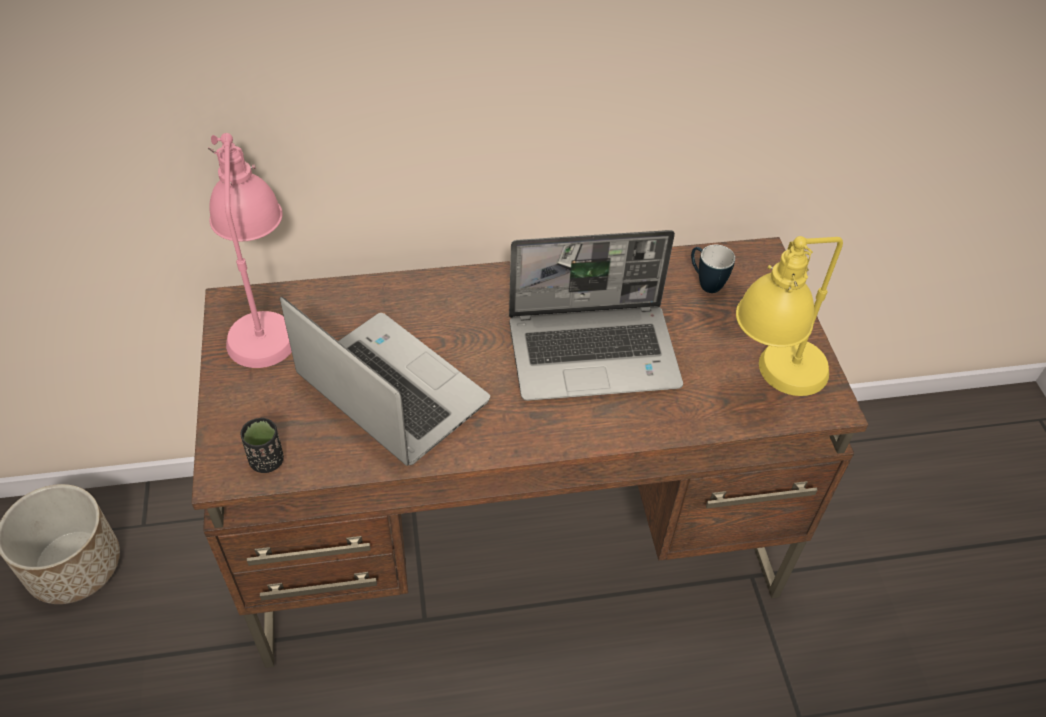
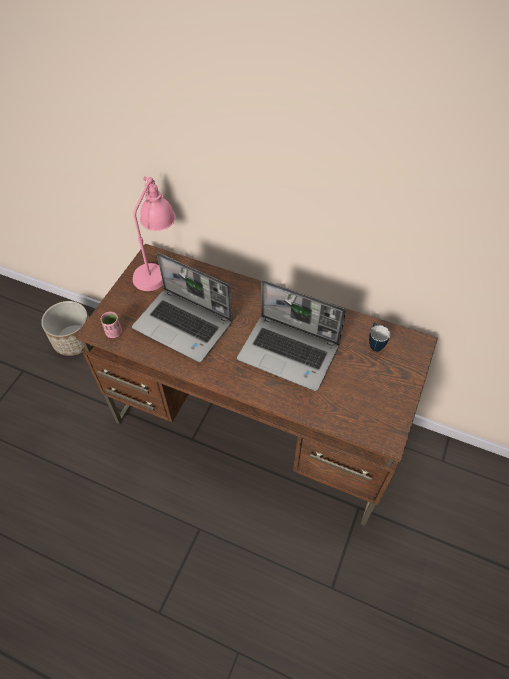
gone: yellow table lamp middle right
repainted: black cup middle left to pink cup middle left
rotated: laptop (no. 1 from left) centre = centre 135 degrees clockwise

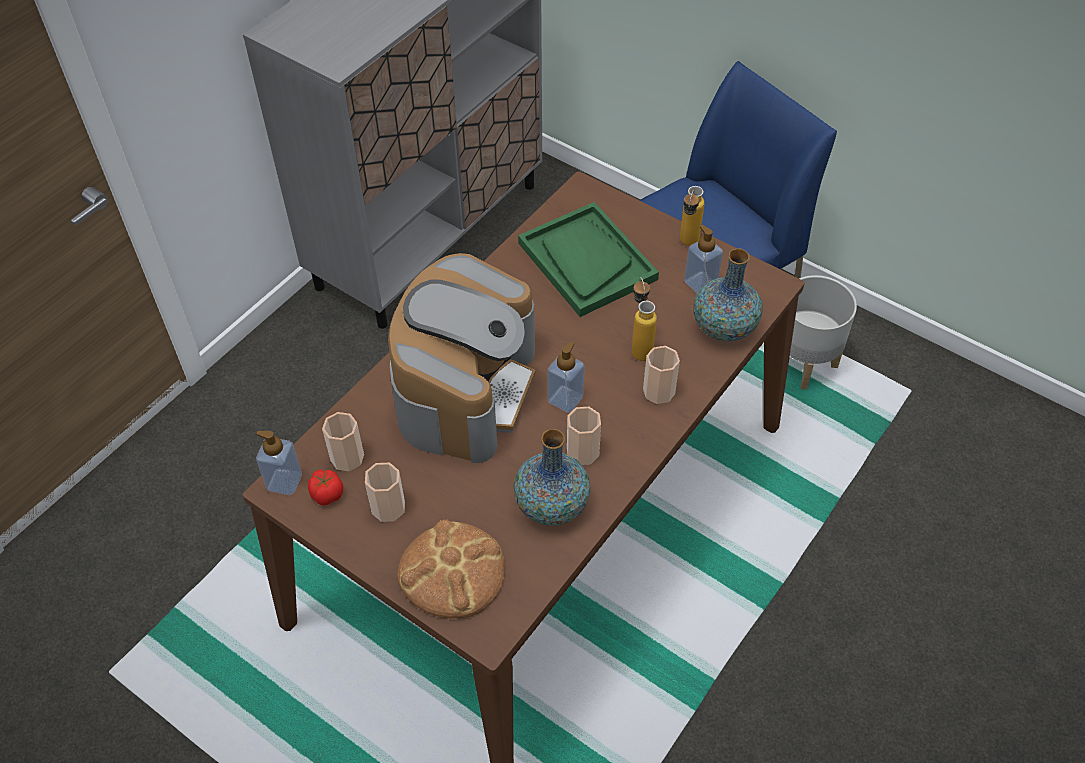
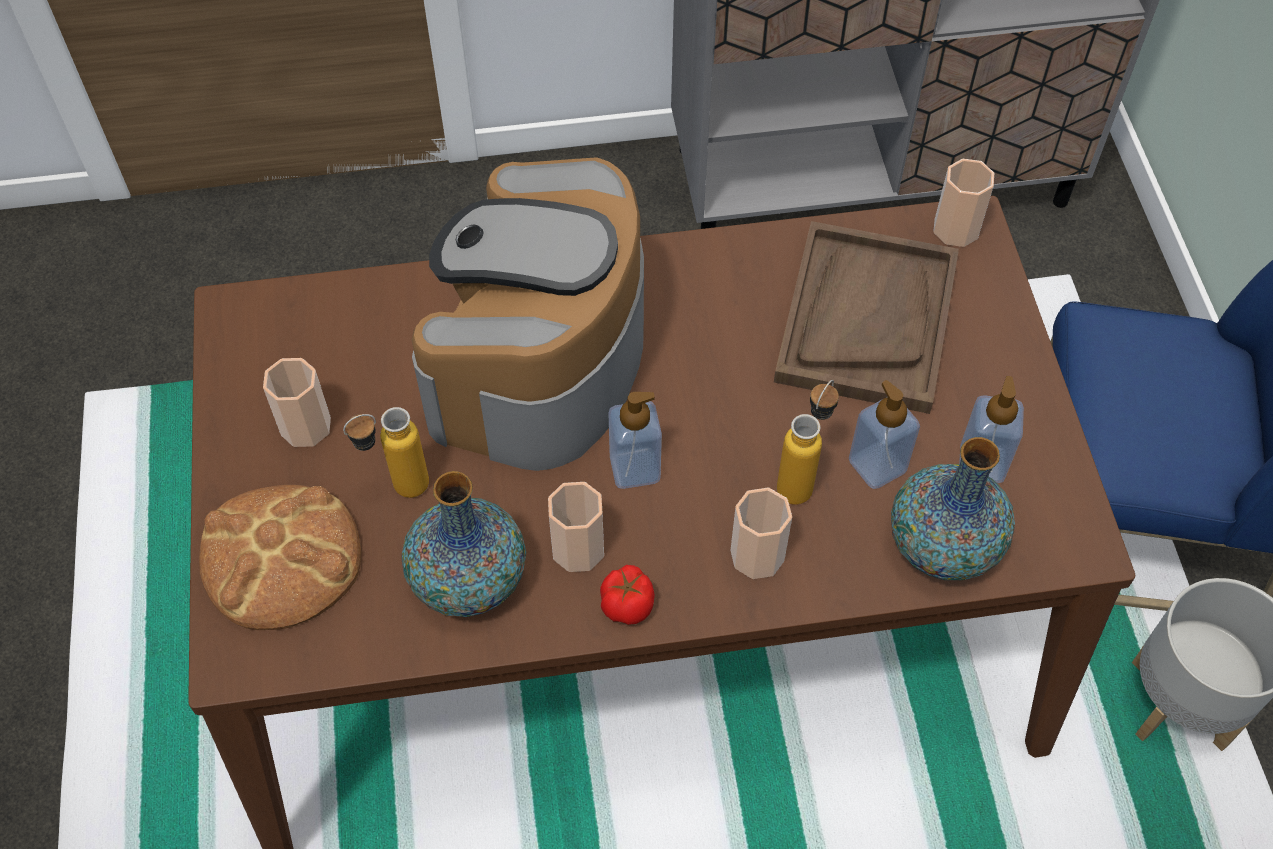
shifted: soap dispenser (no. 1 from left in the first image) middle left to soap dispenser (no. 2 from left) middle right; tomato middle left to bottom centre; cup (no. 1 from left in the first image) middle left to cup (no. 4 from left) top right; bottle (no. 2 from left in the first image) top centre to bottle (no. 1 from left) middle left
repainted: green tray centre to brown tray middle right
rotated: coffee machine centre = centre 135 degrees clockwise

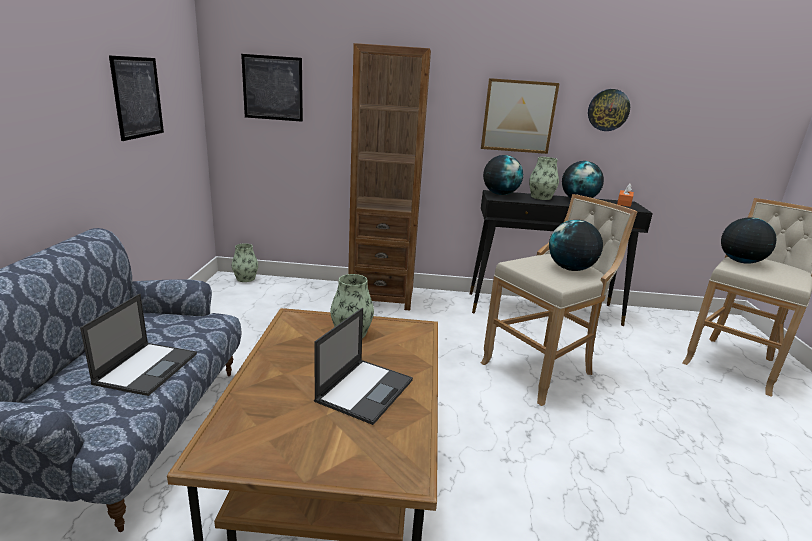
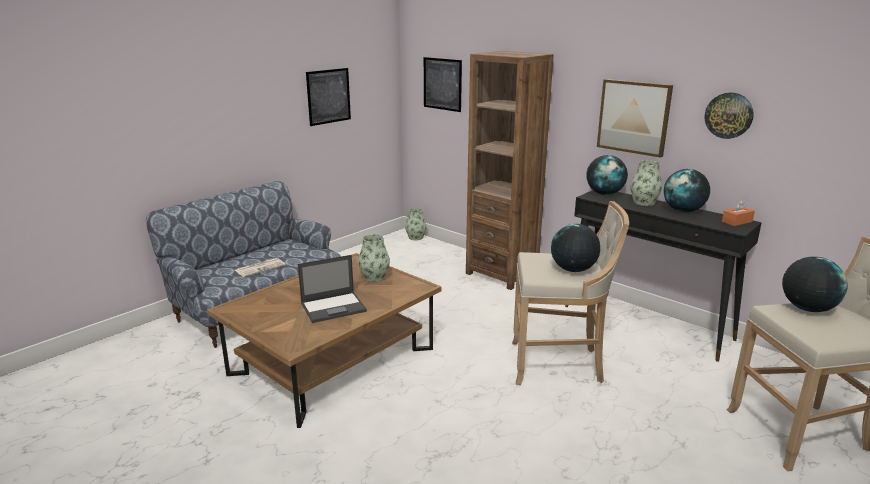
swapped: laptop (no. 1 from left) middle left to newspaper middle left

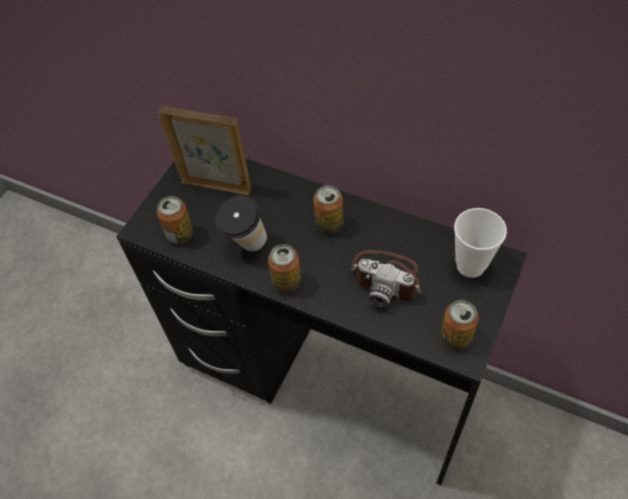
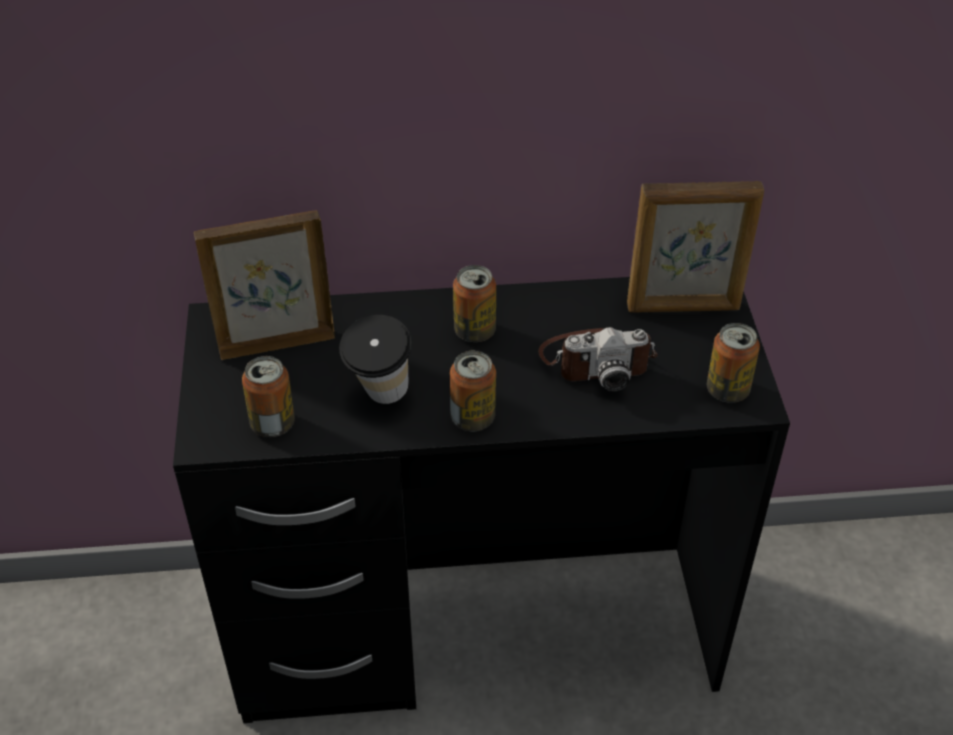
swapped: cup (no. 2 from left) middle right to picture frame (no. 2 from left) middle right

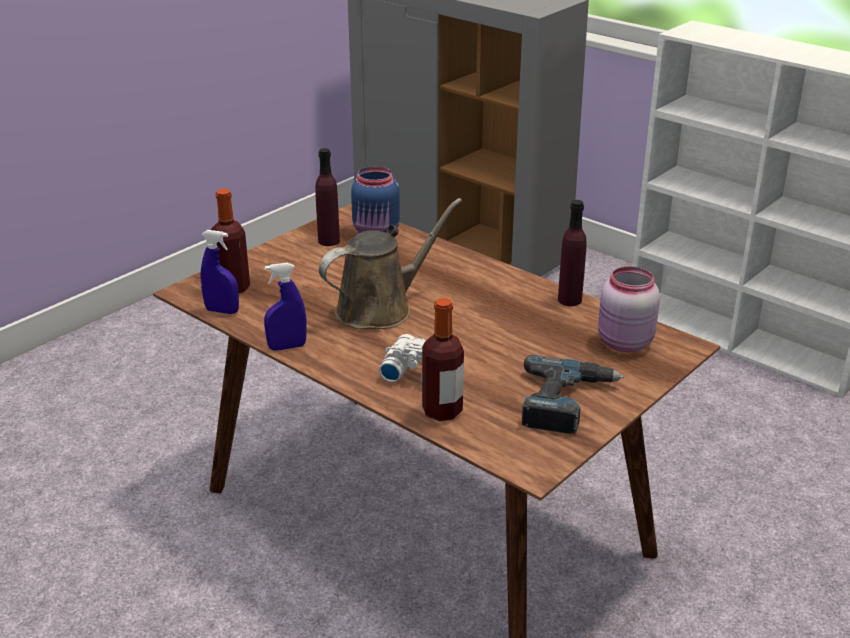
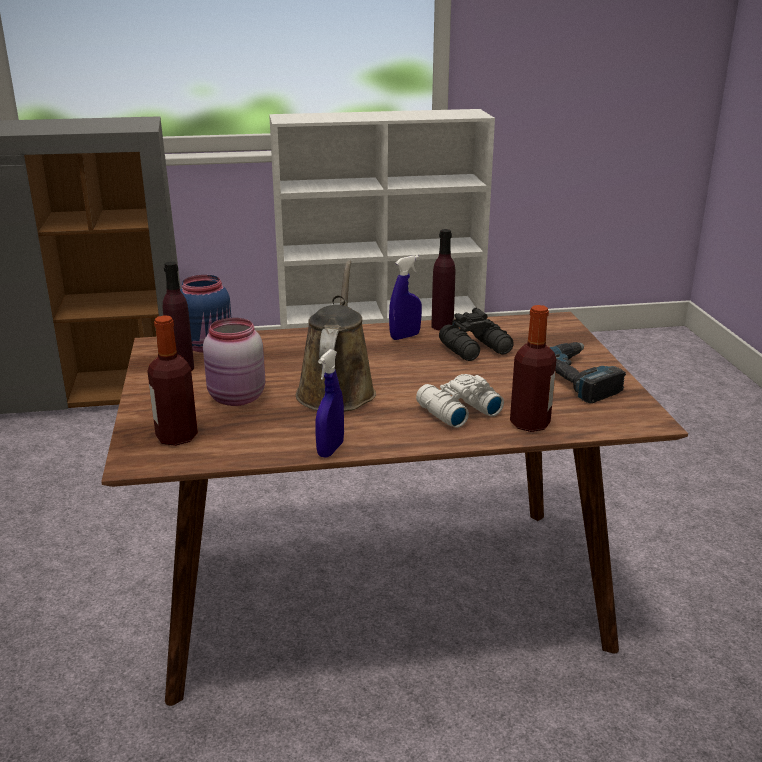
new: black binoculars centre
shifted: blue spray bottle (no. 1 from left in the first image) middle left to blue spray bottle (no. 2 from left) centre; pink jar middle right to middle left

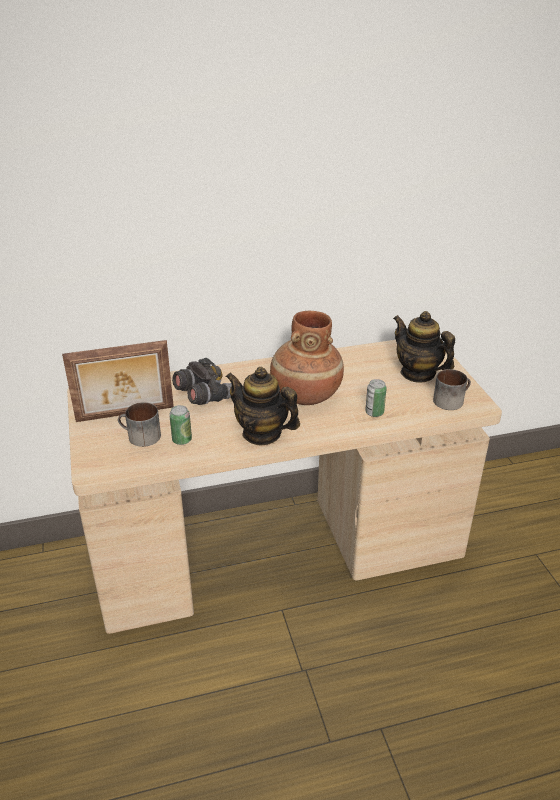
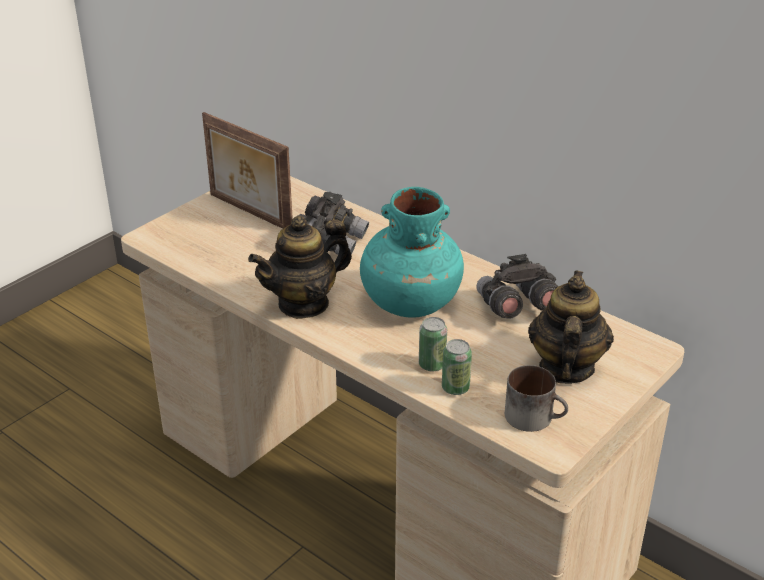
gone: mug (no. 1 from left) middle left
new: grey binoculars (no. 2 from left) middle right
shifted: can (no. 1 from left in the first image) middle left to can (no. 2 from left) centre
repainted: brown vase centre to turquoise vase centre
rotated: teapot (no. 1 from left) centre = centre 120 degrees counterclockwise

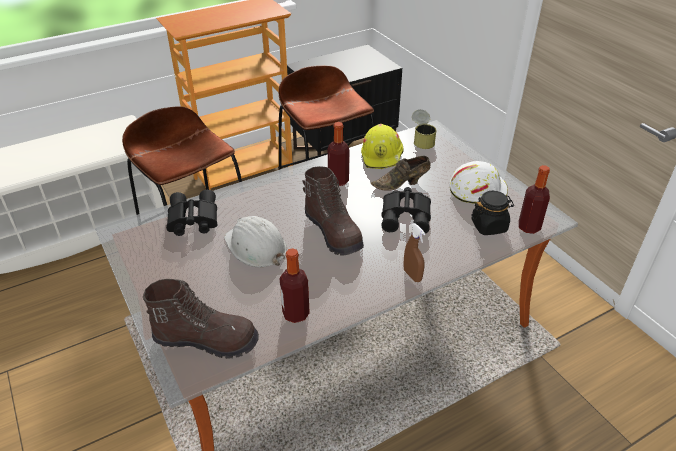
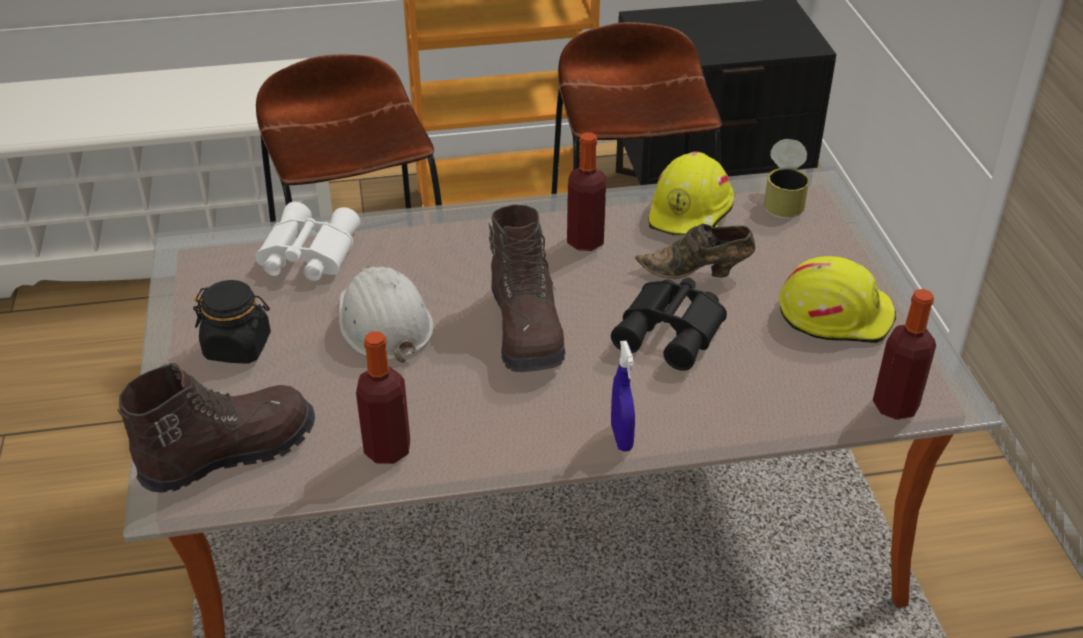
shifted: black jar middle right to middle left
repainted: black binoculars (no. 1 from left) middle left to white binoculars middle left; brown spray bottle centre to blue spray bottle centre; white hard hat (no. 2 from left) middle right to yellow hard hat (no. 2 from left) middle right
rotated: brown boot (no. 1 from left) bottom left = bottom left 60 degrees counterclockwise

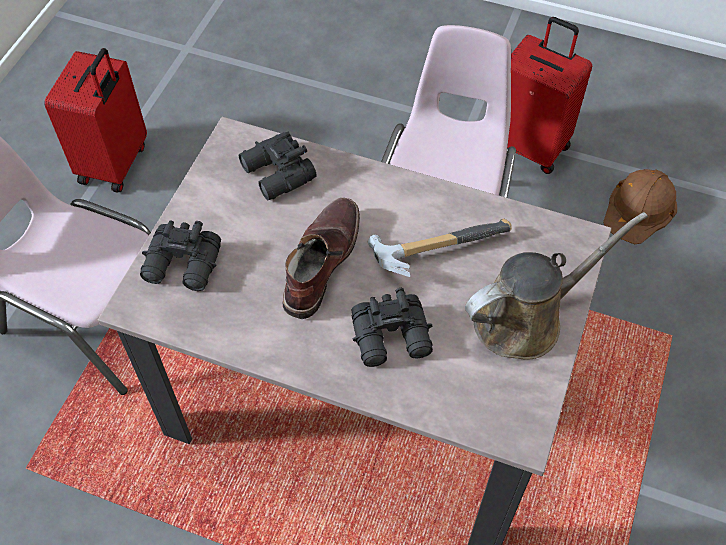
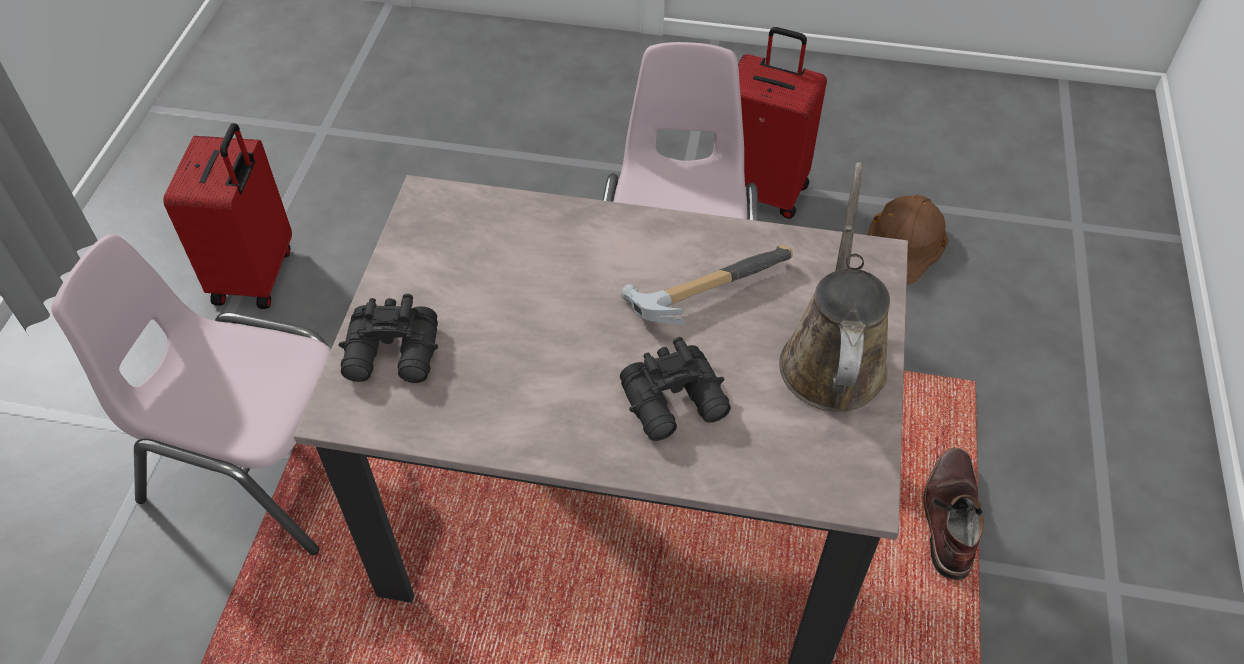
gone: black binoculars (no. 2 from left) top centre
shifted: brown boot centre to bottom right
rotated: brown watering can middle right = middle right 45 degrees counterclockwise

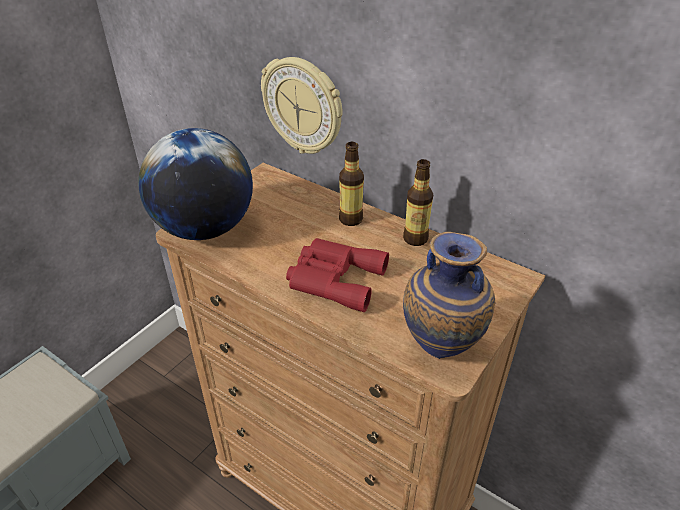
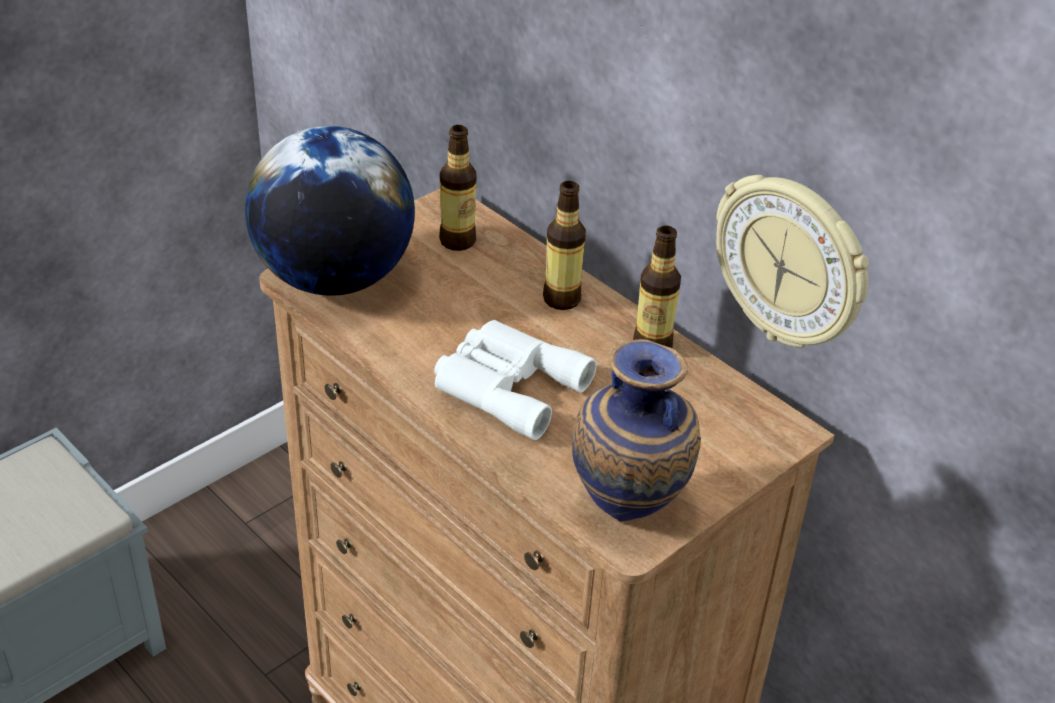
new: bottle (no. 1 from left) top centre
shifted: wall clock top centre to middle right
repainted: red binoculars centre to white binoculars centre

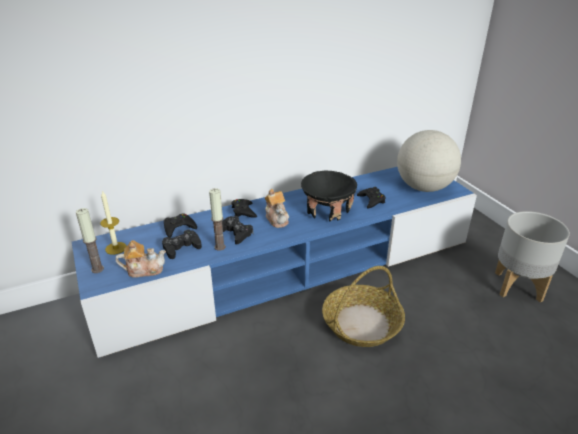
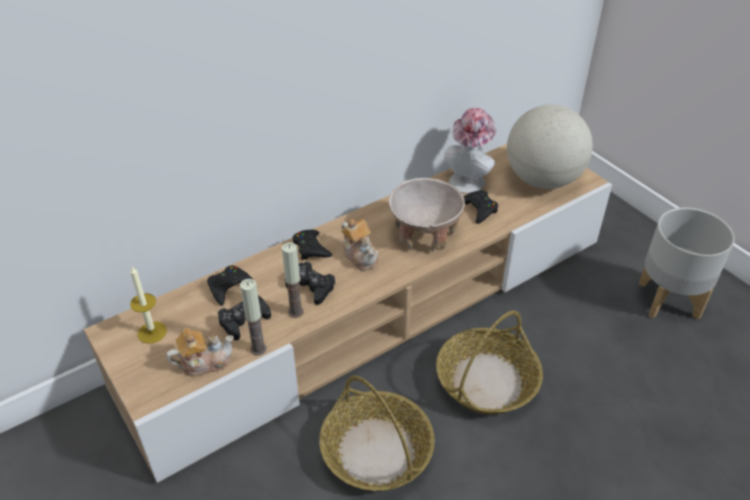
new: basket (no. 1 from left) bottom centre; hat top centre
shifted: candle (no. 1 from left in the first image) middle left to candle (no. 2 from left) centre
repainted: blue tv stand centre to beige tv stand centre; black bowl centre to beige bowl centre

